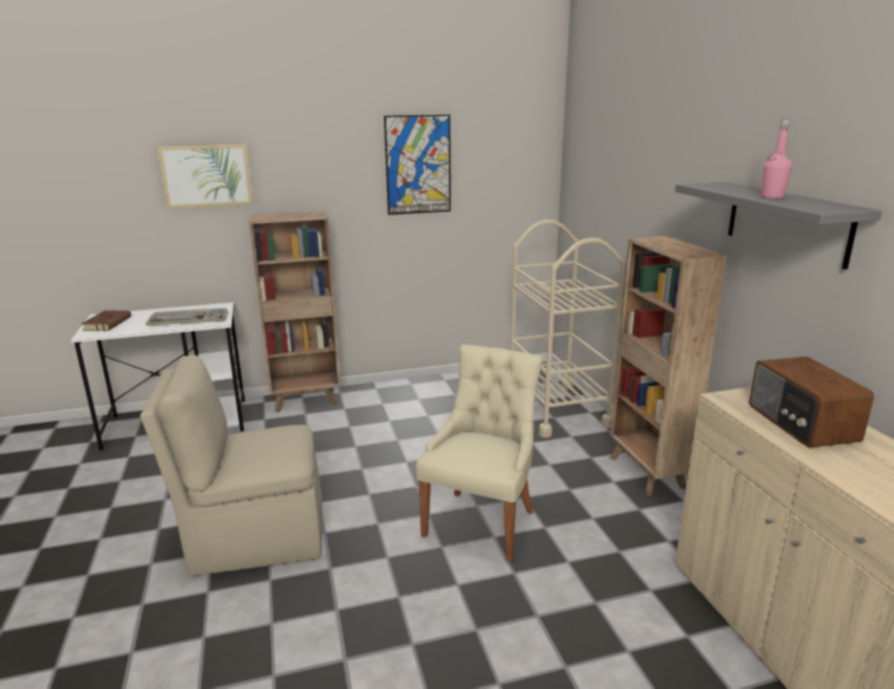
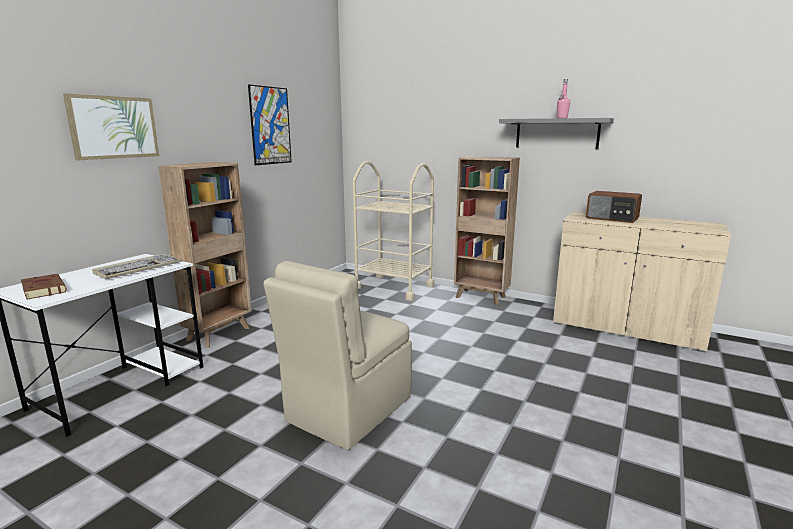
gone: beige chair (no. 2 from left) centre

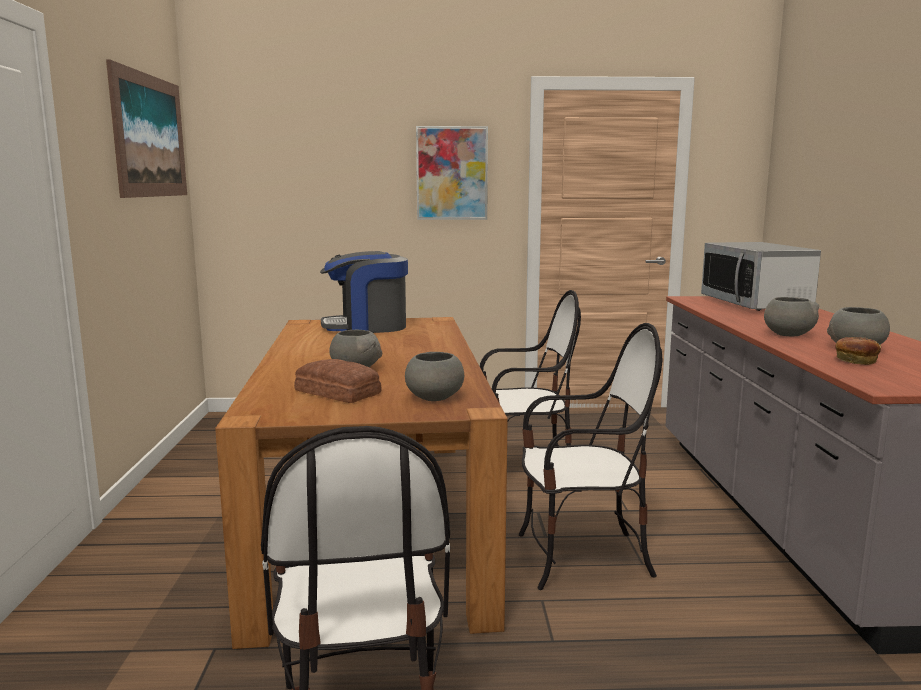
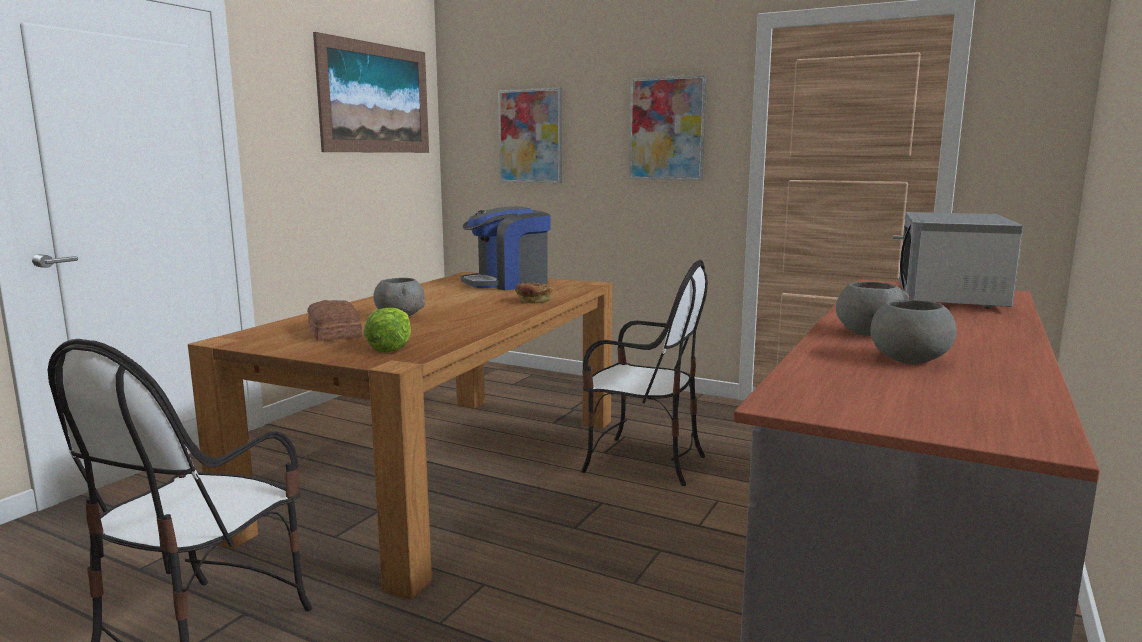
gone: chair (no. 3 from left) centre
new: picture (no. 2 from left) top centre
shifted: bread (no. 2 from left) middle right to centre
swapped: grey bowl (no. 2 from left) centre to lettuce centre
rotated: coffee machine centre = centre 45 degrees counterclockwise

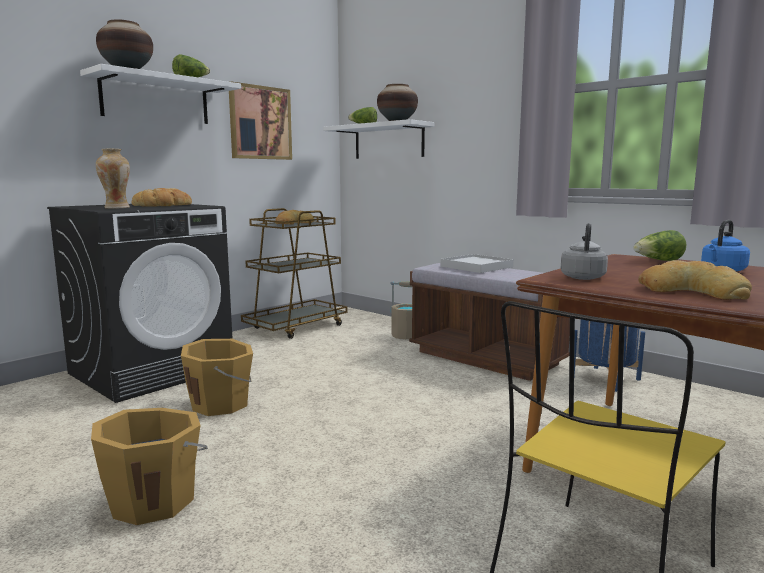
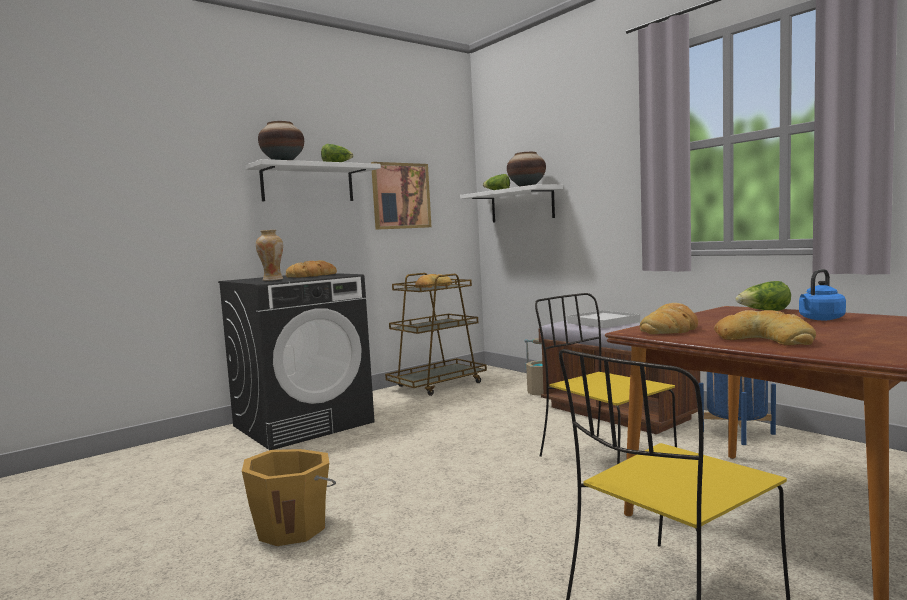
gone: orange bucket (no. 2 from left) middle left
new: yellow chair (no. 1 from left) middle right
swapped: grey kettle middle right to bread (no. 3 from left) middle right

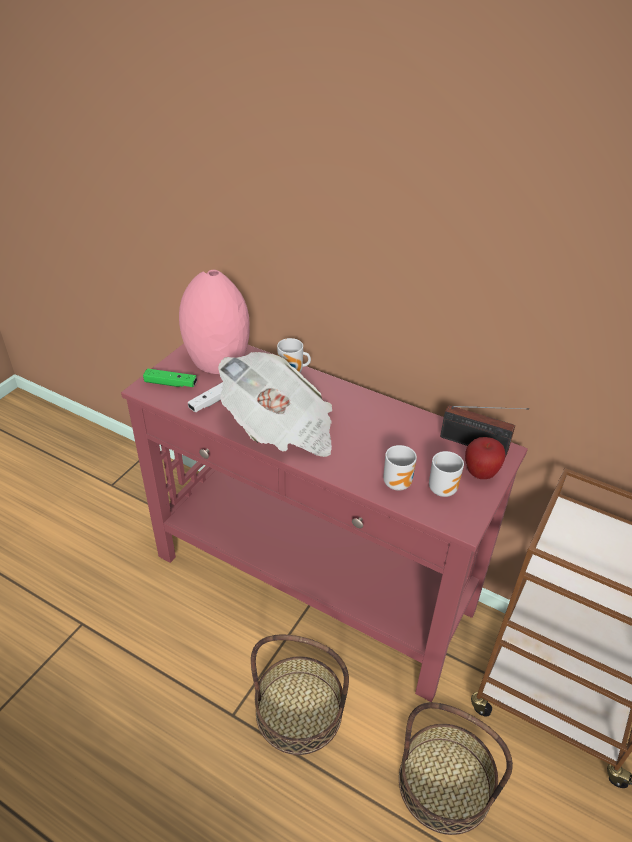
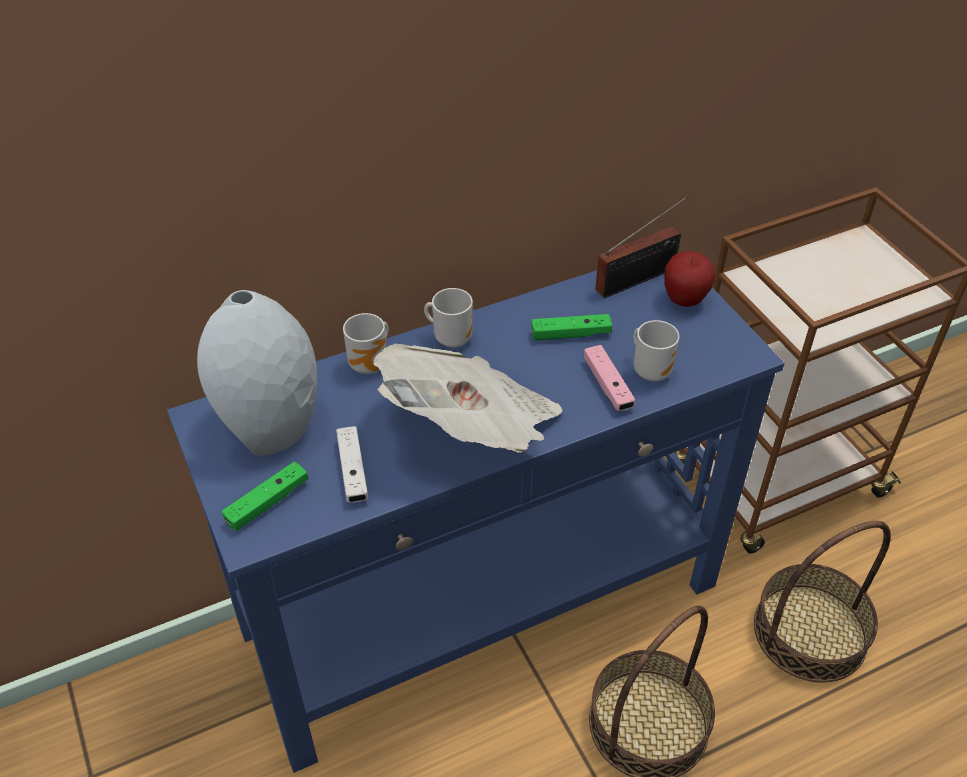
new: green game controller (no. 2 from left) centre; pink game controller centre
shifted: mug (no. 3 from left in the first image) middle right to mug (no. 2 from left) centre
repainted: red console table centre to blue console table centre; pink vase centre to grey vase middle left

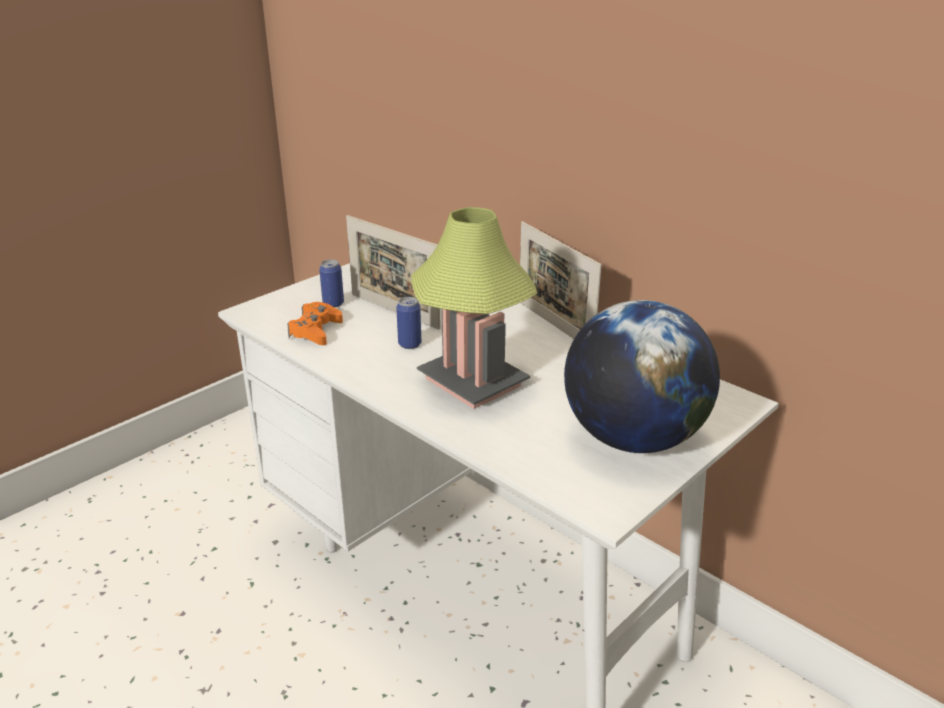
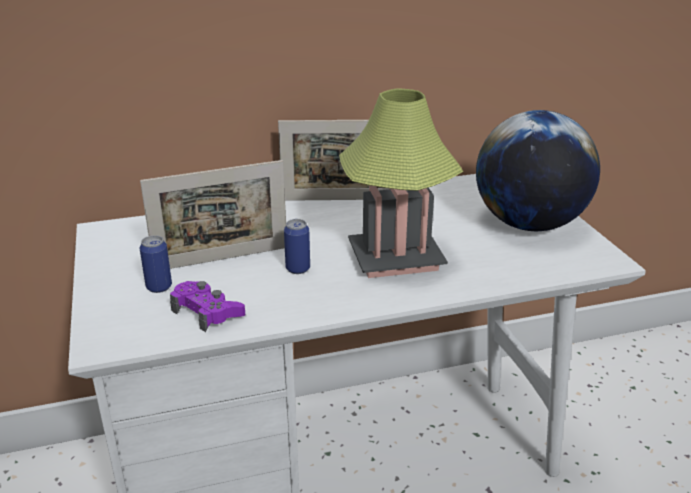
repainted: orange game controller centre to purple game controller middle left

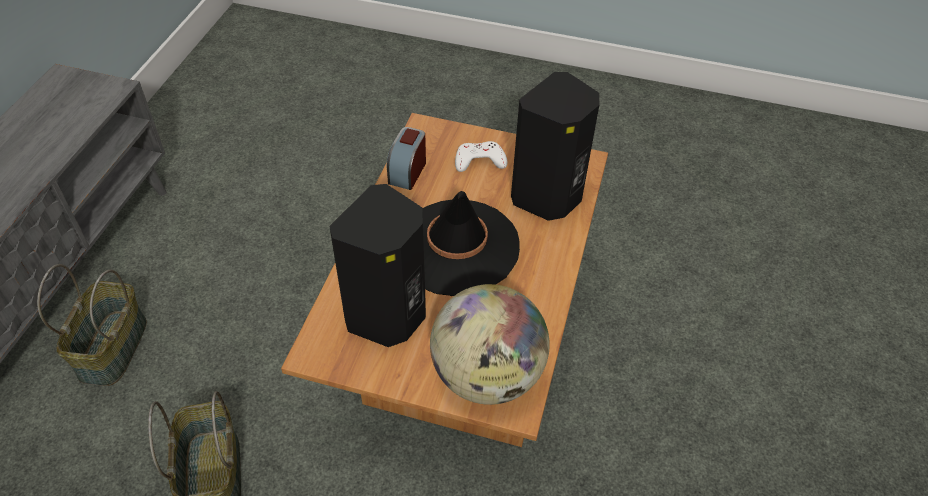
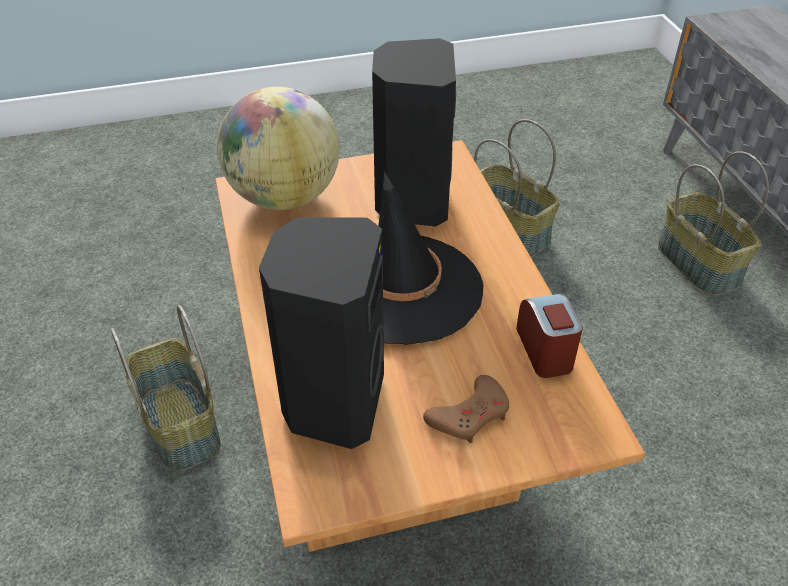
new: basket (no. 1 from left) middle left
repainted: white game controller top centre to brown game controller bottom centre

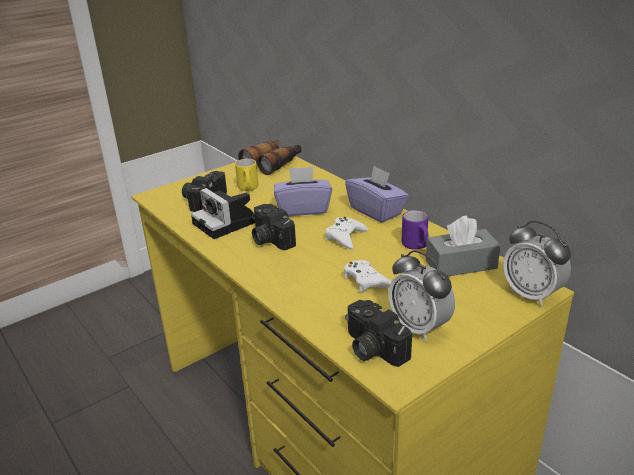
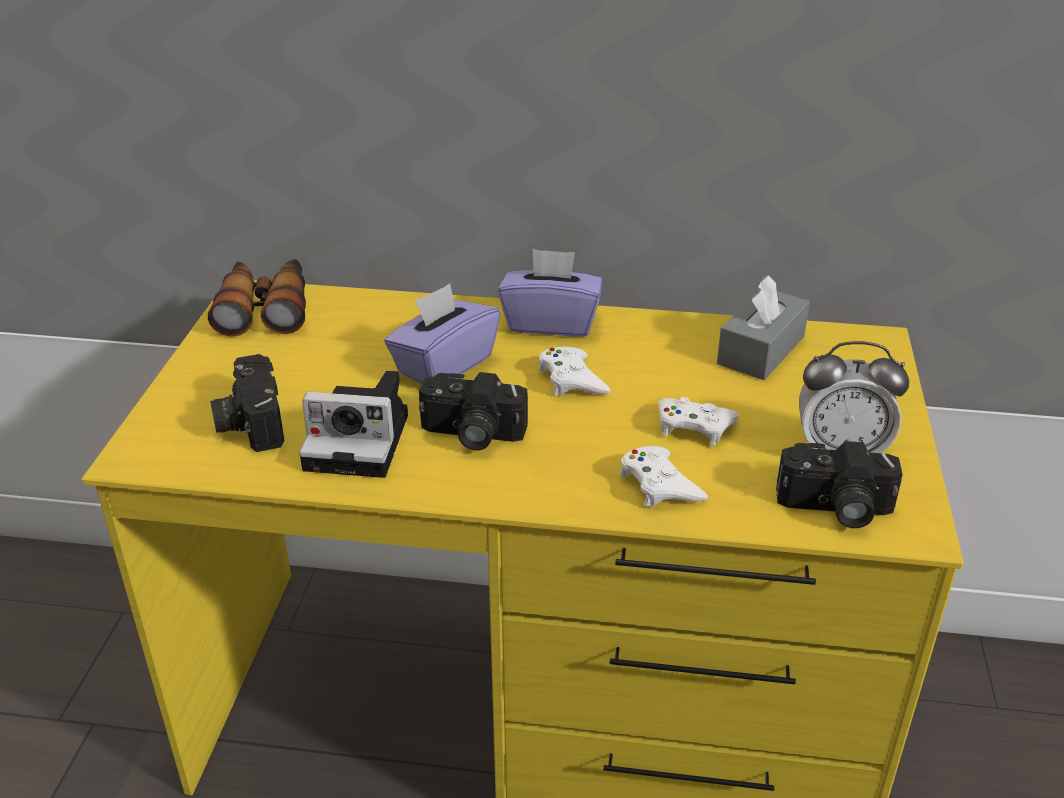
gone: yellow mug centre; purple mug centre; alarm clock (no. 2 from left) middle right
new: white game controller (no. 2 from left) centre

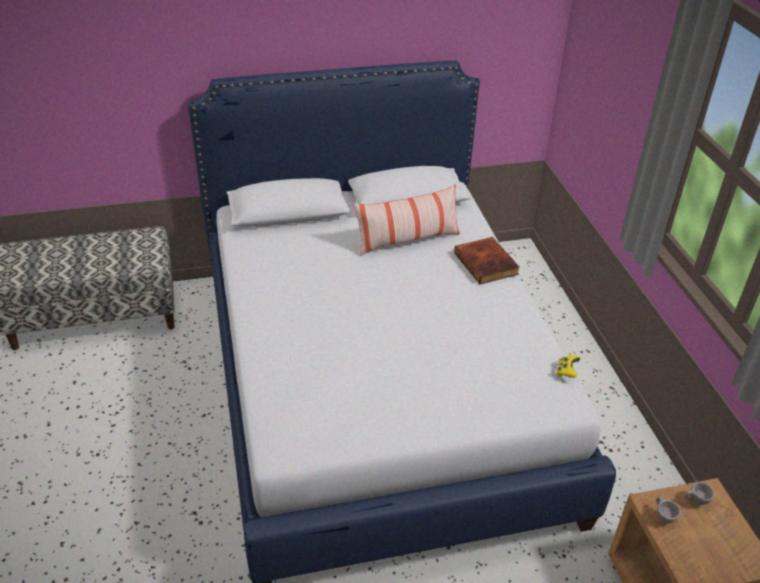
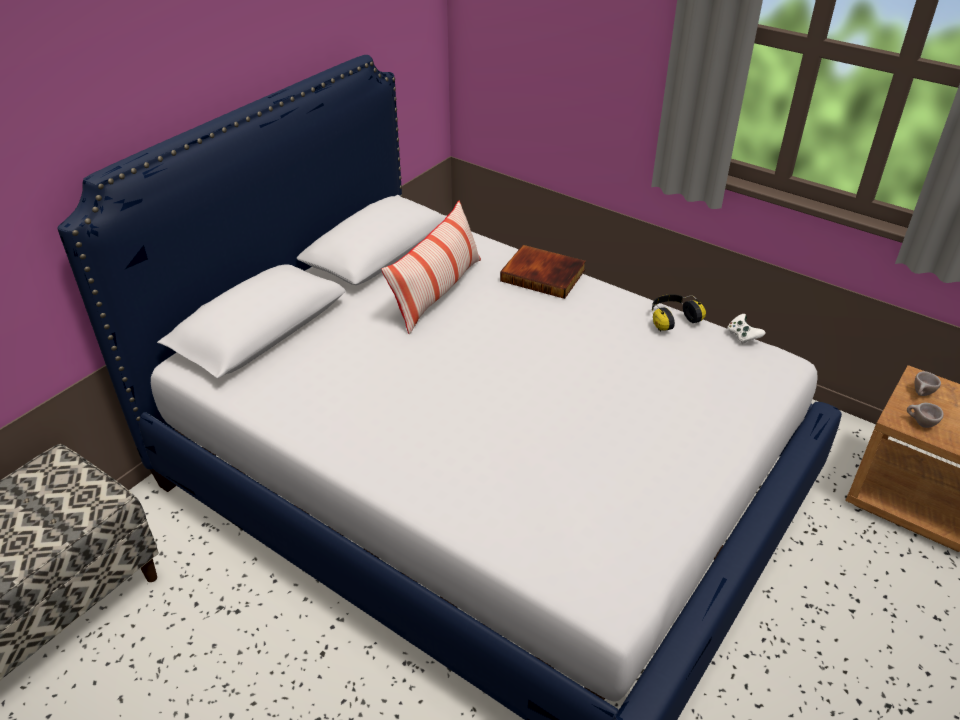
new: headphones middle right
repainted: yellow game controller middle right to white game controller middle right

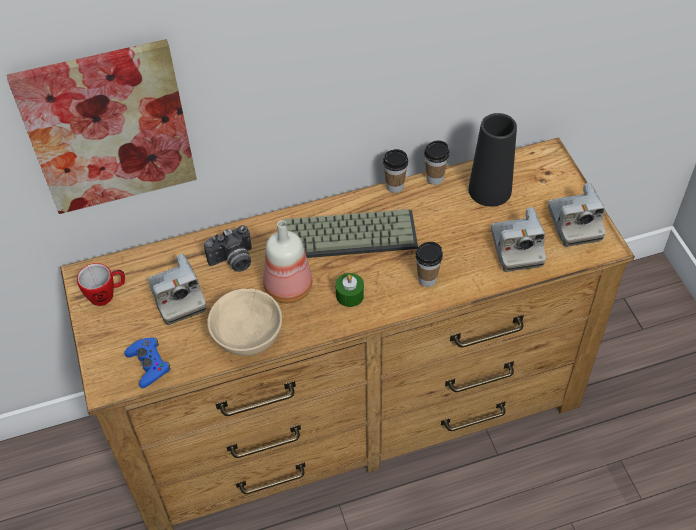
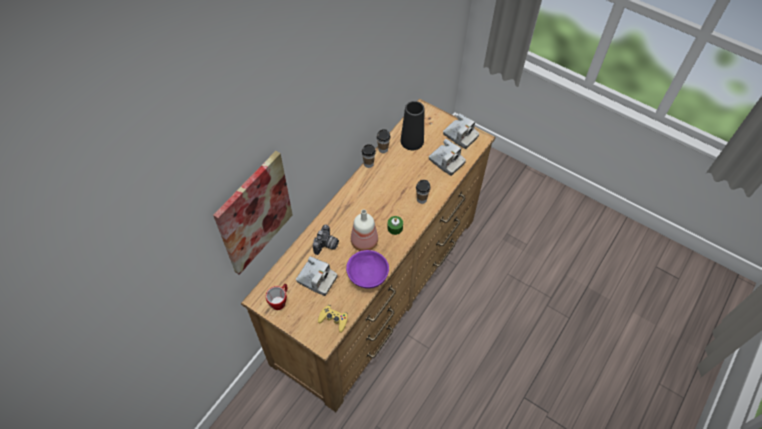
gone: keyboard centre
repainted: blue game controller bottom left to yellow game controller bottom centre; beige bowl centre to purple bowl centre

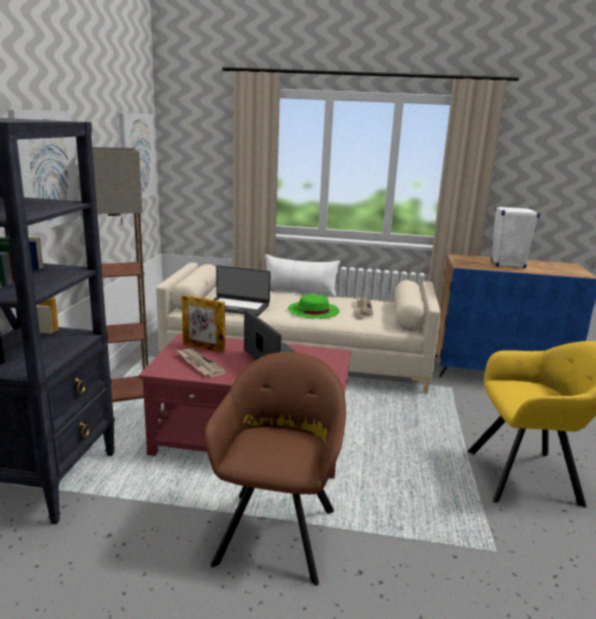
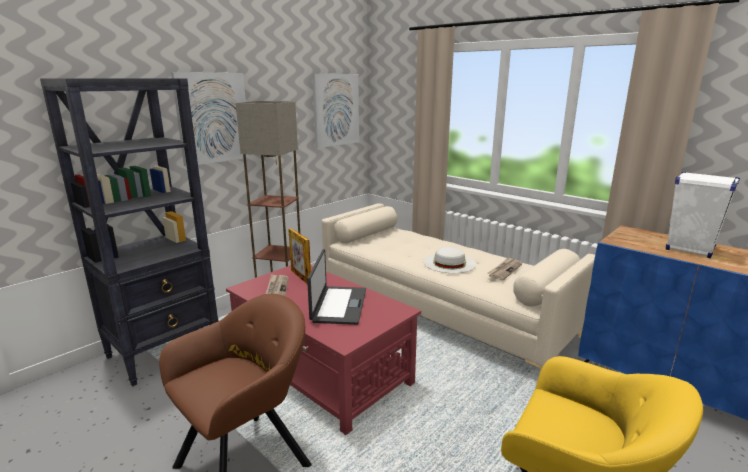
gone: laptop (no. 1 from left) centre; white pillow centre
repainted: green hat centre to white hat centre

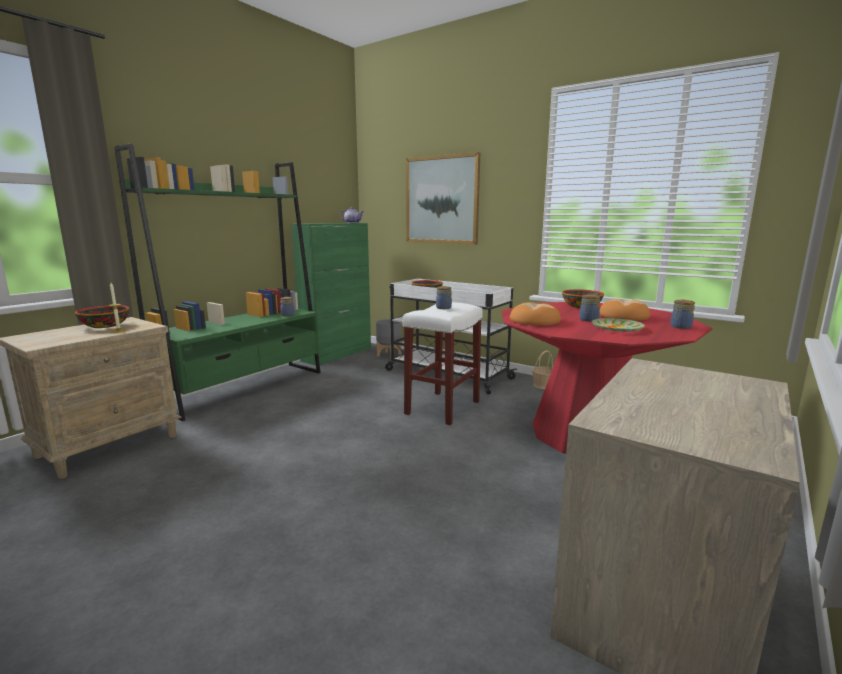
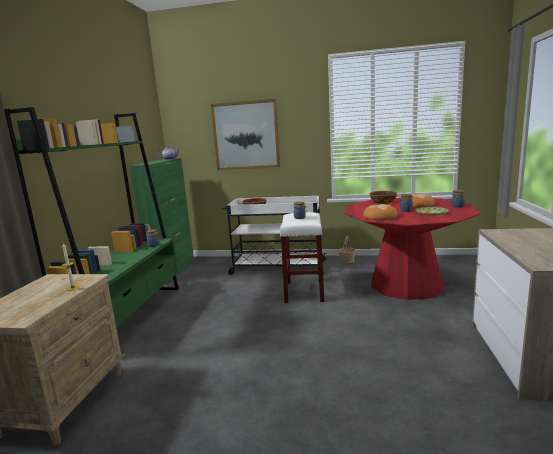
gone: bowl (no. 1 from left) middle left; grey planter centre

